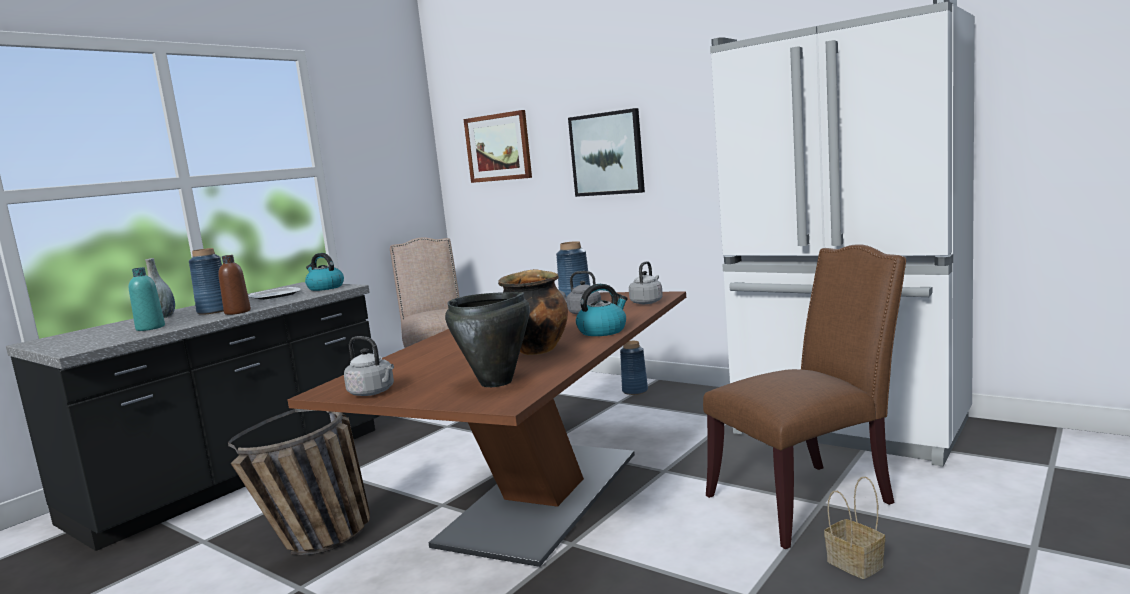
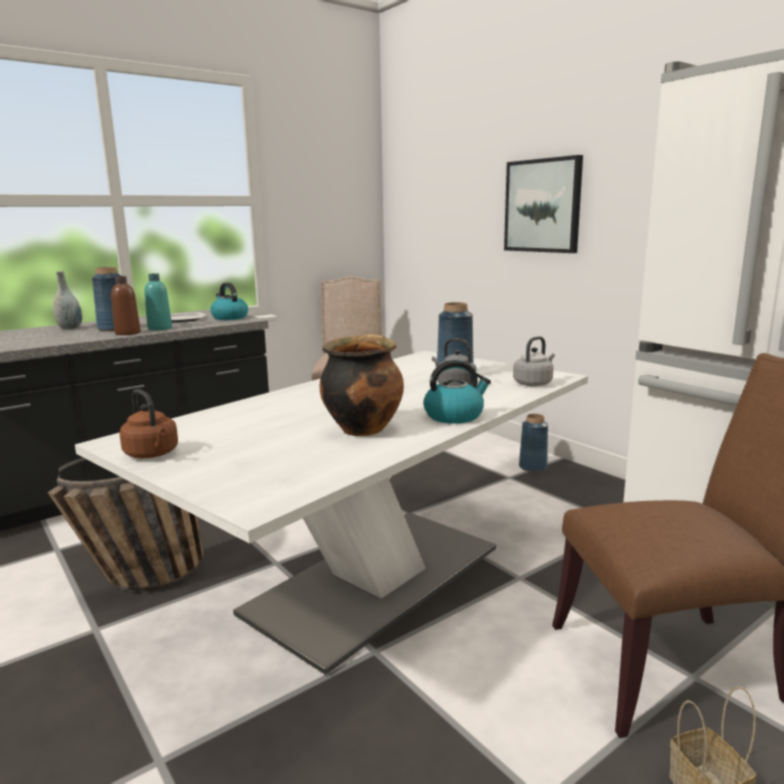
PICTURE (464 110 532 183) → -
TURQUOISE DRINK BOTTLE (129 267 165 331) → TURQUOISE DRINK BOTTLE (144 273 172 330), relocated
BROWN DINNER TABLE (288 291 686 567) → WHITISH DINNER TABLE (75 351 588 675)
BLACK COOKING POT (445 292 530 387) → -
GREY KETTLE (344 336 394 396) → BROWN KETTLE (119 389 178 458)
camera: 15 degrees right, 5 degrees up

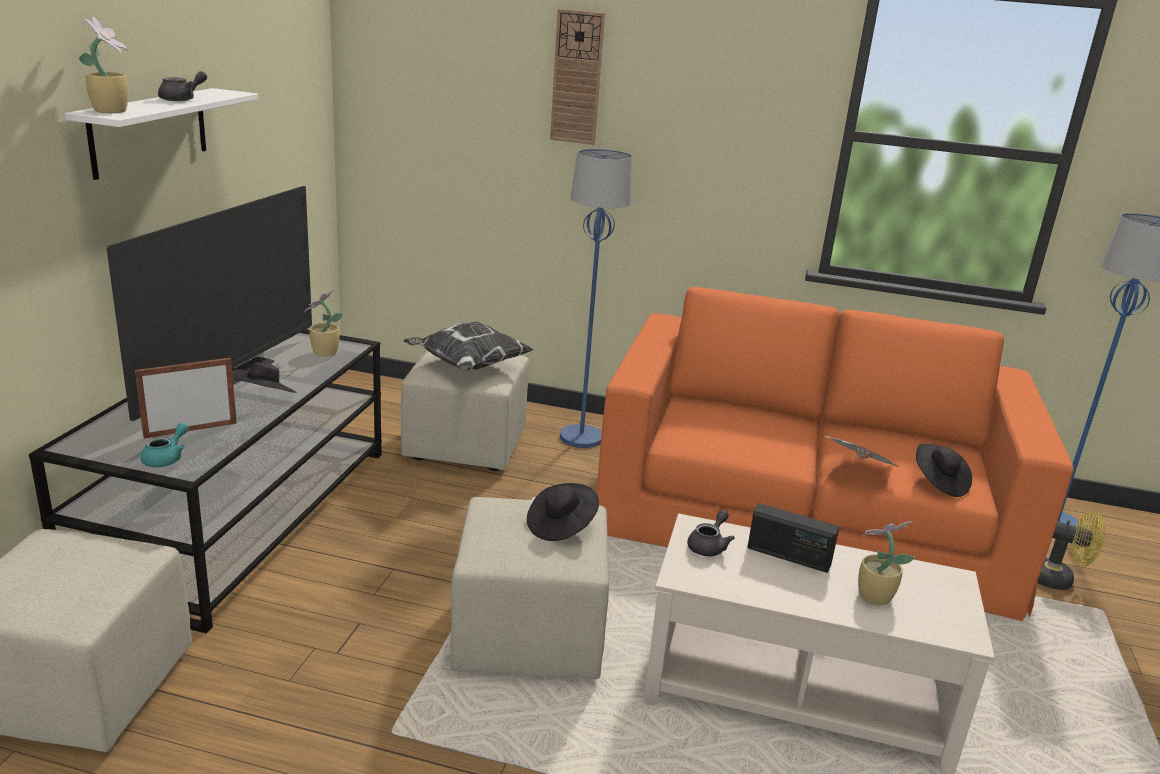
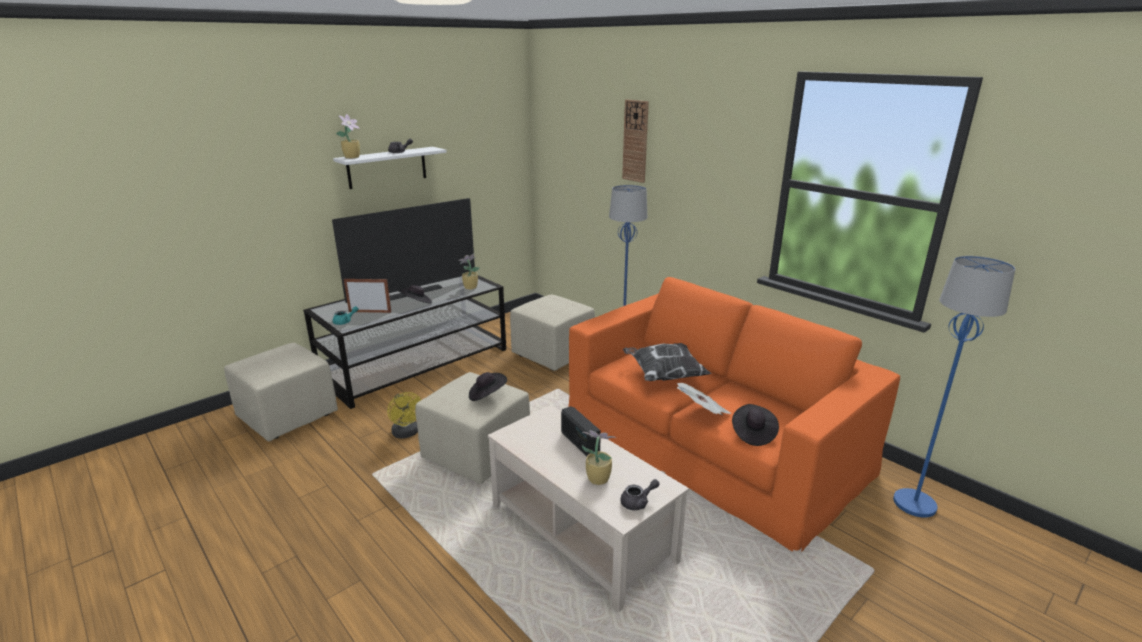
PILLOW (403 322 534 371) → PILLOW (623 343 712 381), relocated
GREY TEA POT (687 509 735 556) → GREY TEA POT (620 479 660 510), relocated
YELLOWISH FAN (1037 511 1105 590) → YELLOWISH FAN (387 392 421 439), relocated
camera: 35 degrees right, 0 degrees up

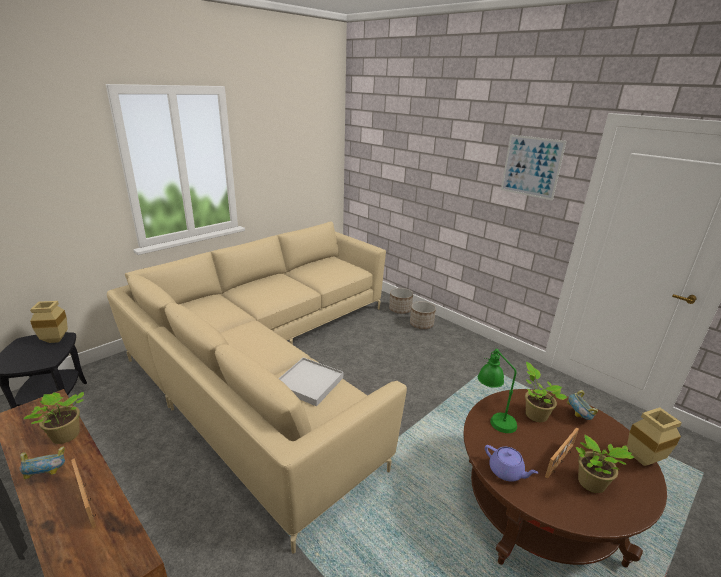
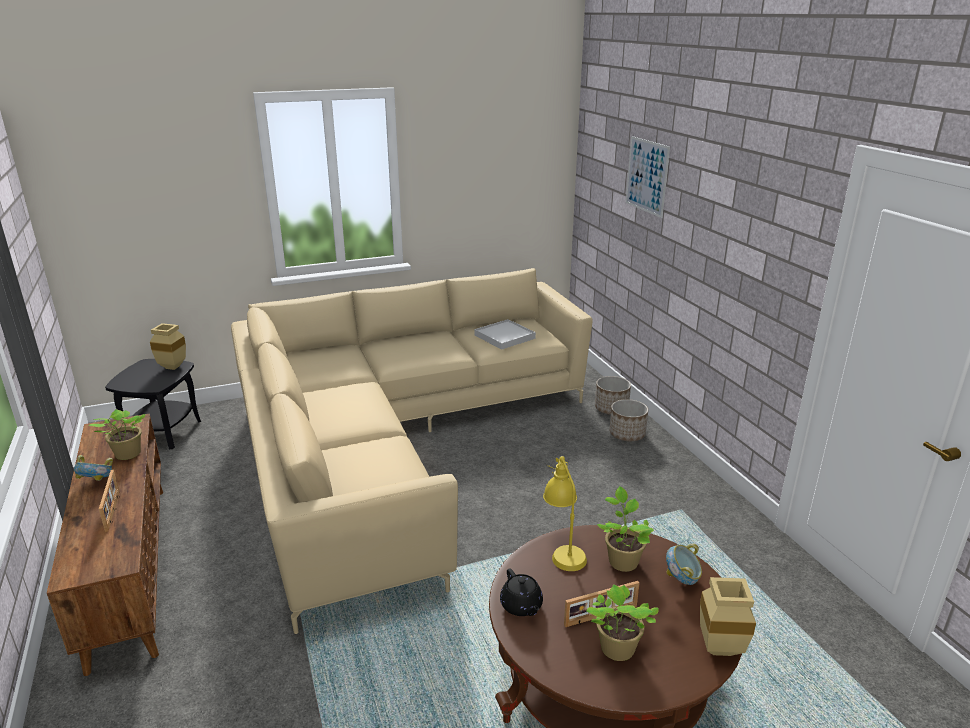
PICTURE (501 135 566 201) → PICTURE (626 136 670 218), relocated
GREEN-COLOURED LAMP FOR A TABLE (478 349 517 433) → YELLOWISH LAMP FOR A TABLE (543 456 587 571)
WHITISH SERVING TRAY (279 357 343 406) → WHITISH SERVING TRAY (475 319 536 350), relocated
PURPLISH TEA POT (485 445 538 482) → BLACK TEA POT (500 568 543 616)
camera: 25 degrees right, 0 degrees up

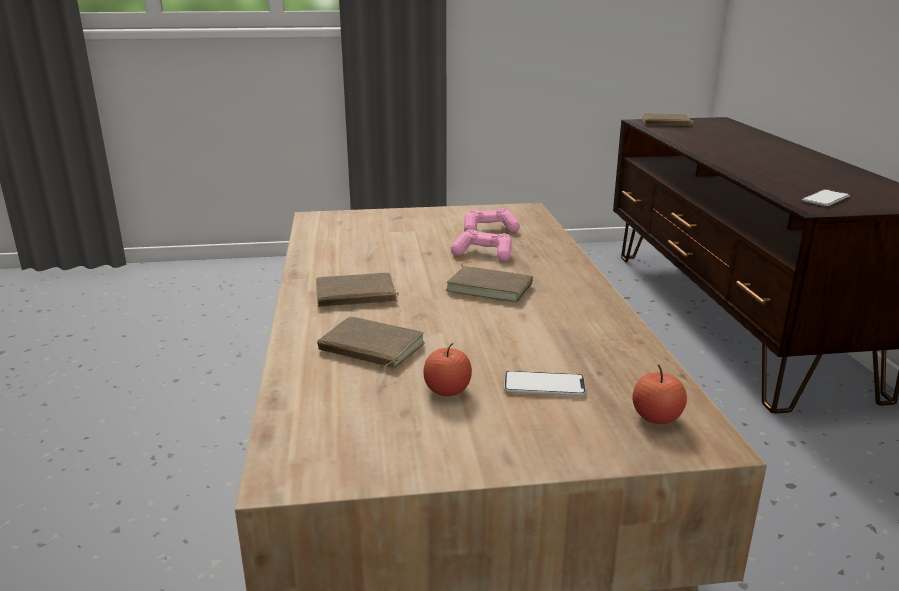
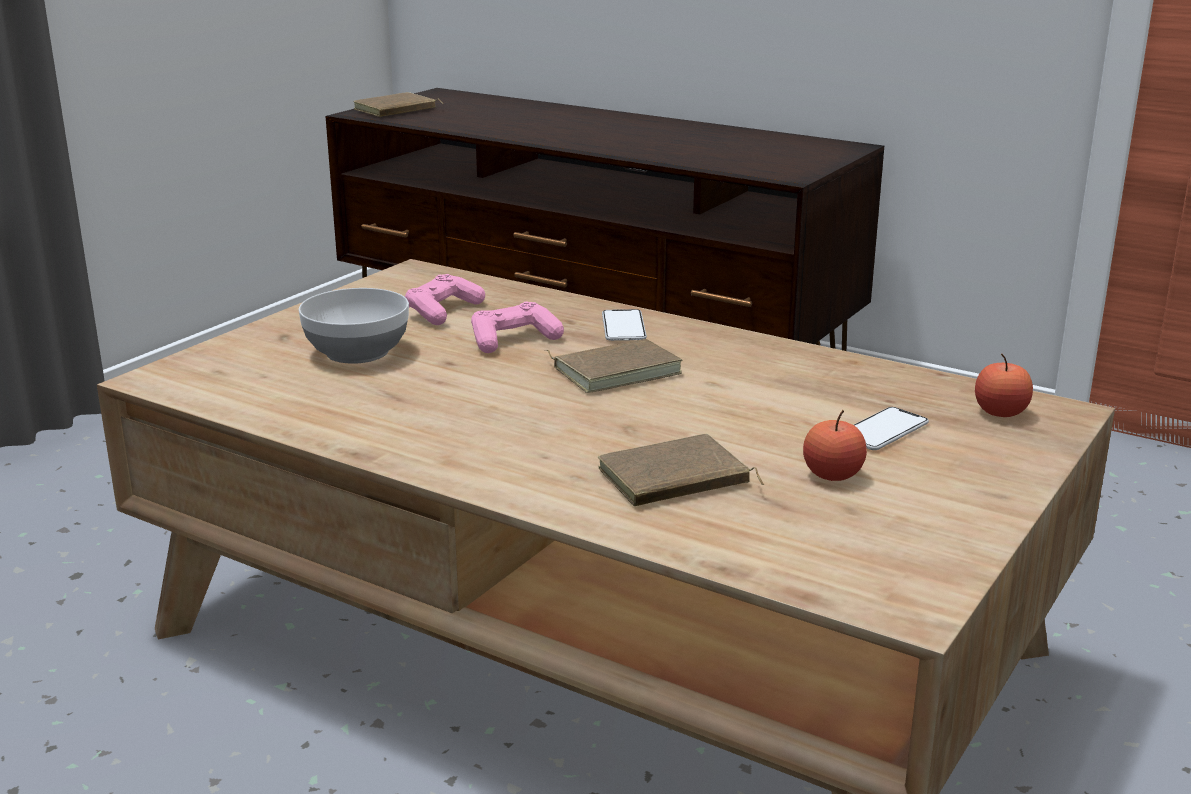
TELEPHONE (802 189 850 206) → TELEPHONE (602 309 647 341), relocated
BROWN VOLUME (316 272 400 307) → -
- → BOWL (298 288 409 364)
camera: 50 degrees left, 0 degrees up

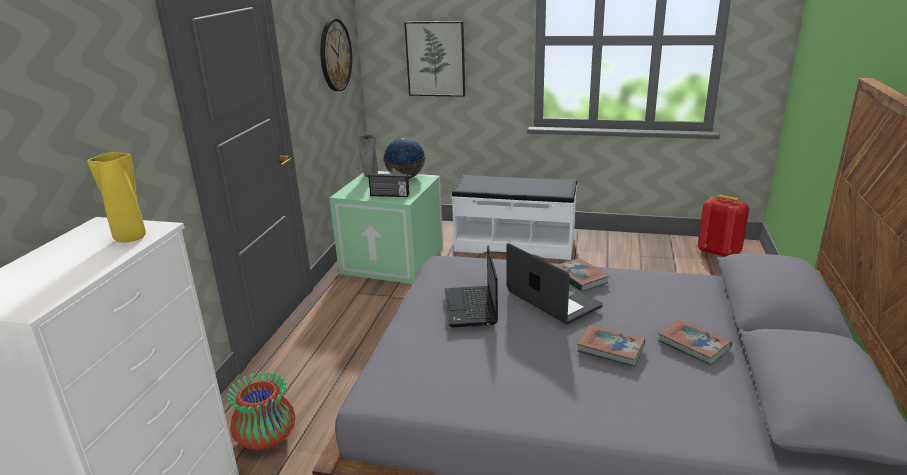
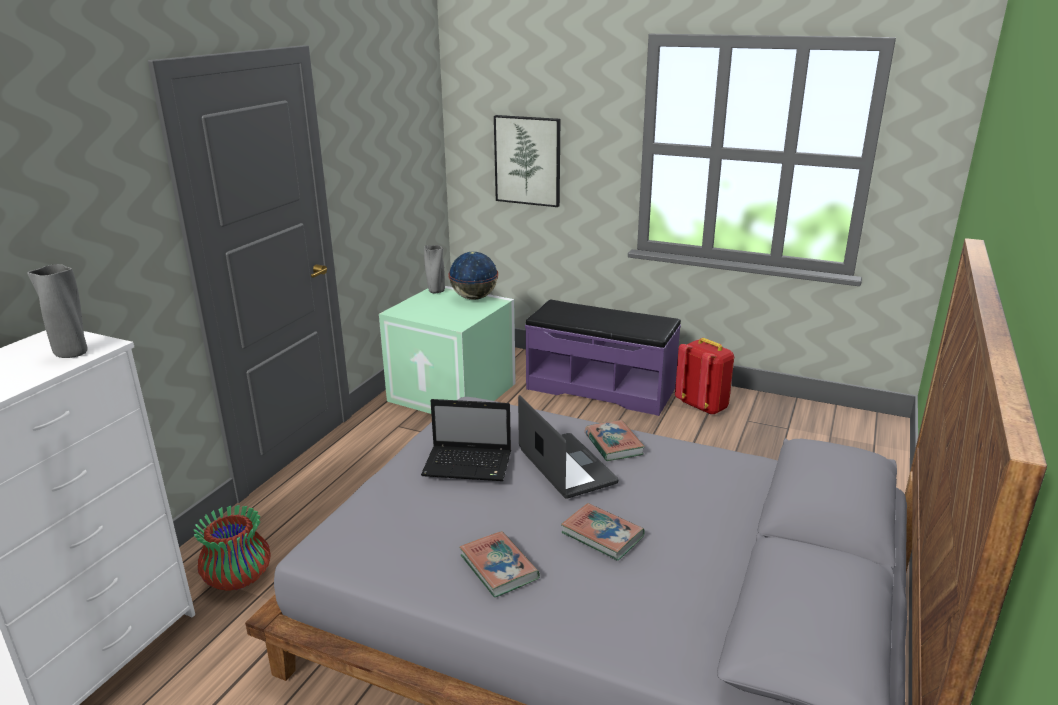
HANGING CLOCK (320 19 352 91) → -
YELLOWISH VASE (87 152 146 243) → GREY VASE (27 264 88 358)
RADIO RECEIVER (368 173 409 197) → -
WHITISH BENCH (452 175 577 260) → PURPLISH BENCH (525 299 681 416)
RED-COLOURED KNAPSACK (698 195 749 257) → RED-COLOURED KNAPSACK (675 338 734 415), relocated
LAPTOP (445 246 498 327) → LAPTOP (421 399 511 481), 90 degrees counterclockwise
VOLUME (658 319 732 365) → VOLUME (459 531 540 598), relocated
camera: 10 degrees right, 0 degrees up

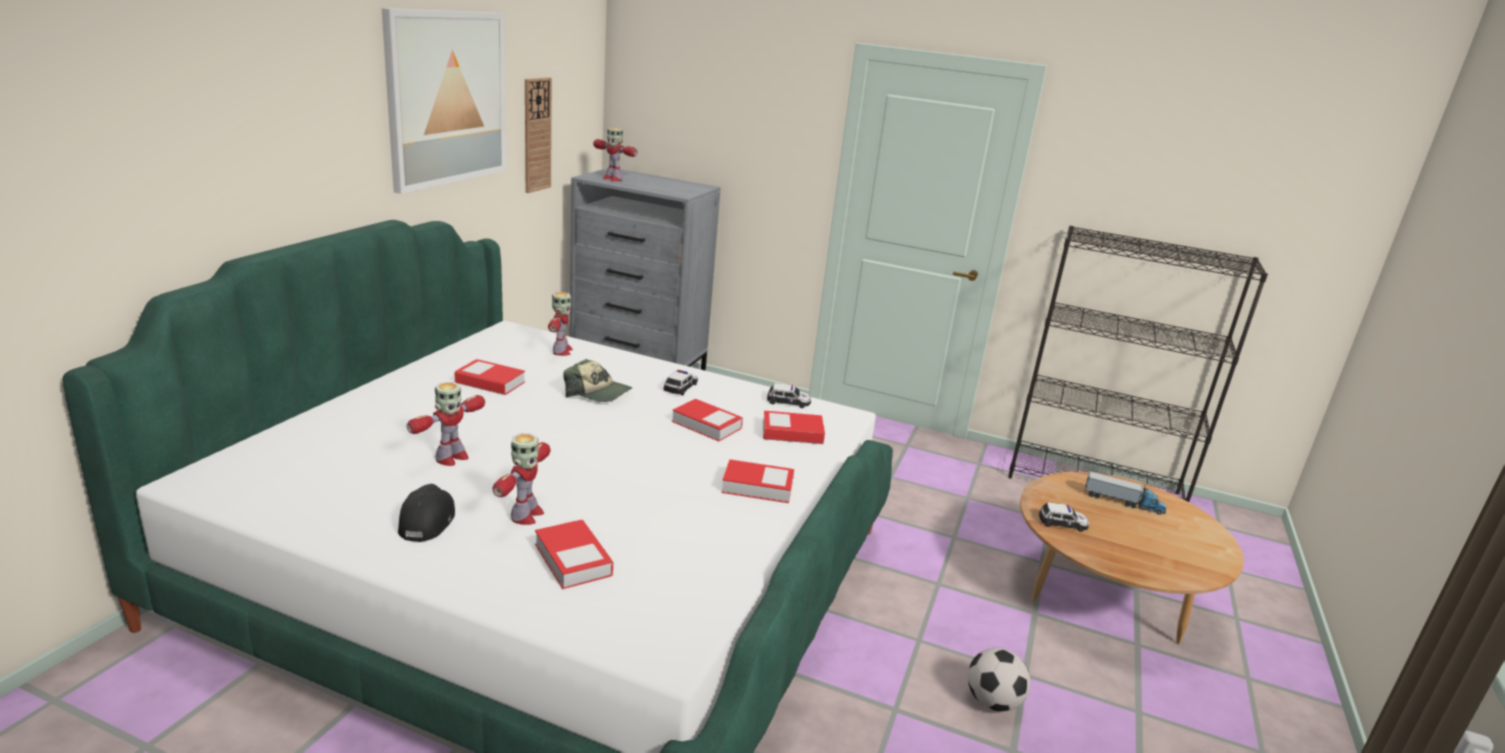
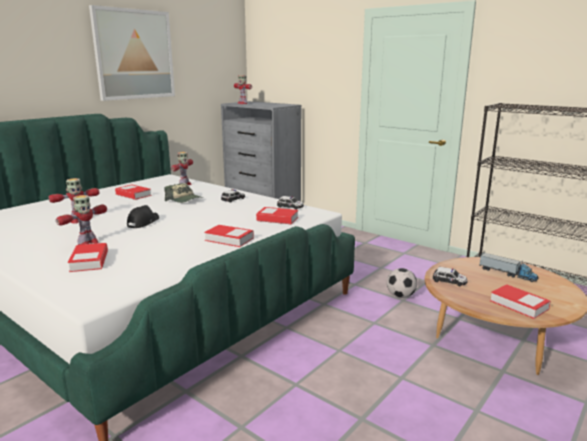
HANGING CLOCK (525 77 552 193) → -
VOLUME (672 399 743 441) → VOLUME (490 284 551 319), relocated
BLACK CAP (398 484 455 542) → BLACK CAP (127 205 159 228), relocated
BALL FOR FOOTBALL (968 648 1030 711) → BALL FOR FOOTBALL (387 268 417 298), relocated
camera: 20 degrees right, 5 degrees down

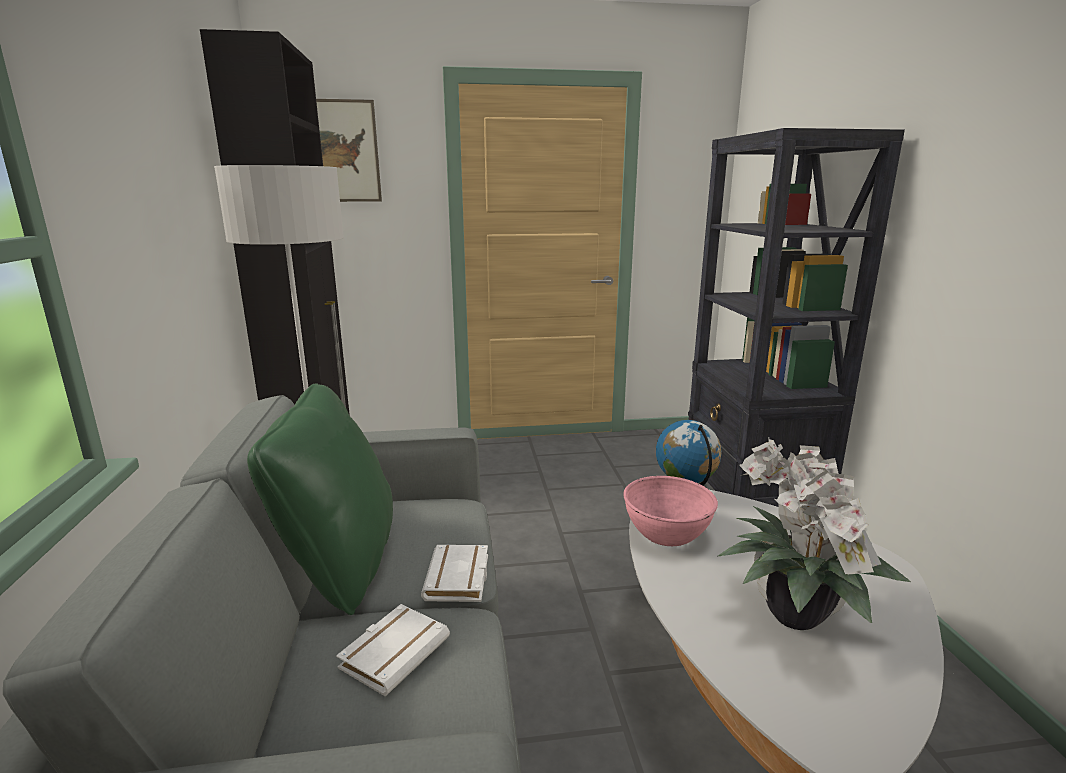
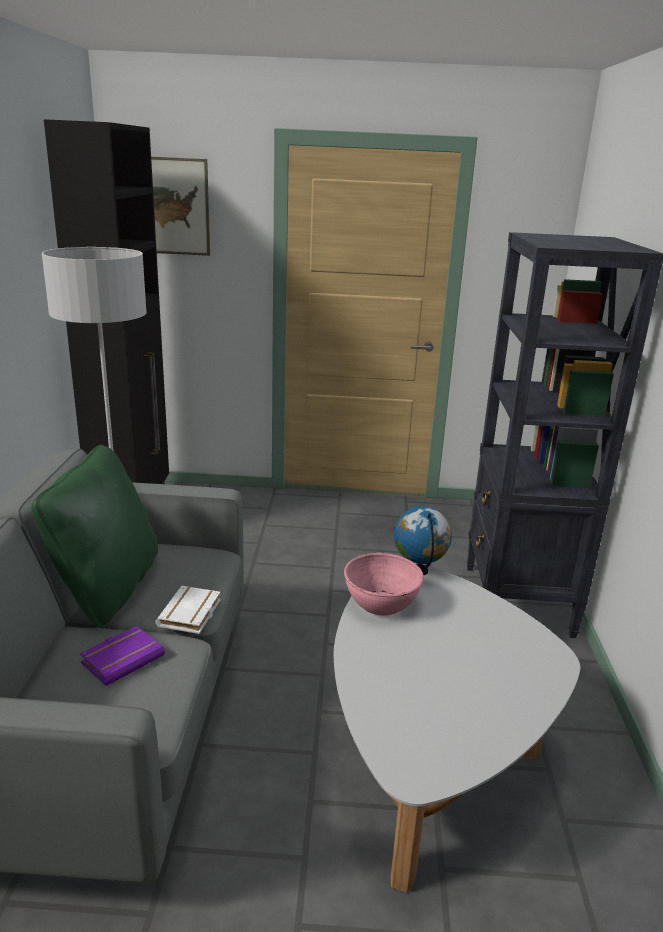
POTTED PLANT (718 438 911 630) → -
WHITISH VOLUME (336 604 450 697) → PURPLISH VOLUME (80 626 165 686)
camera: 10 degrees right, 5 degrees up

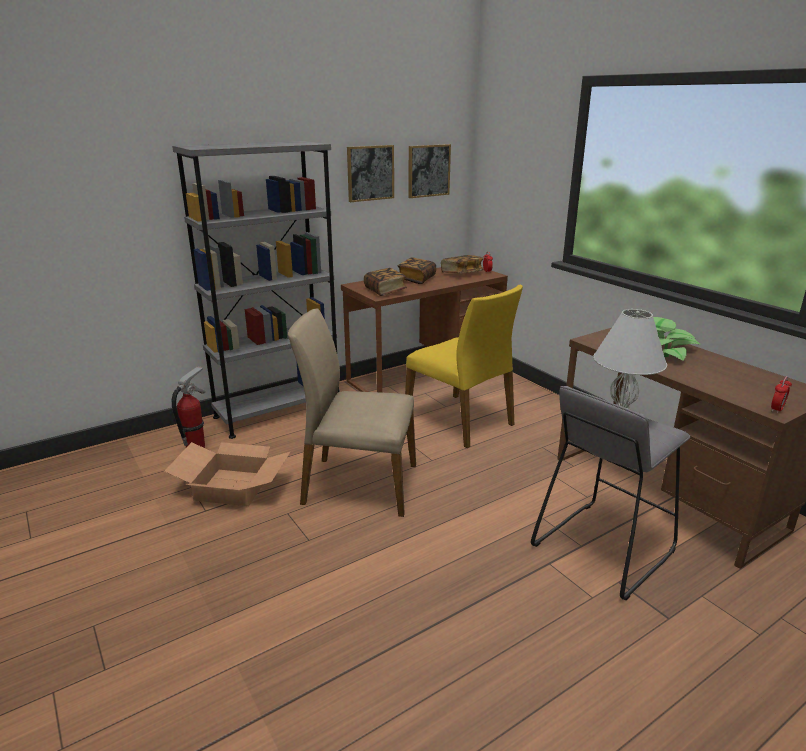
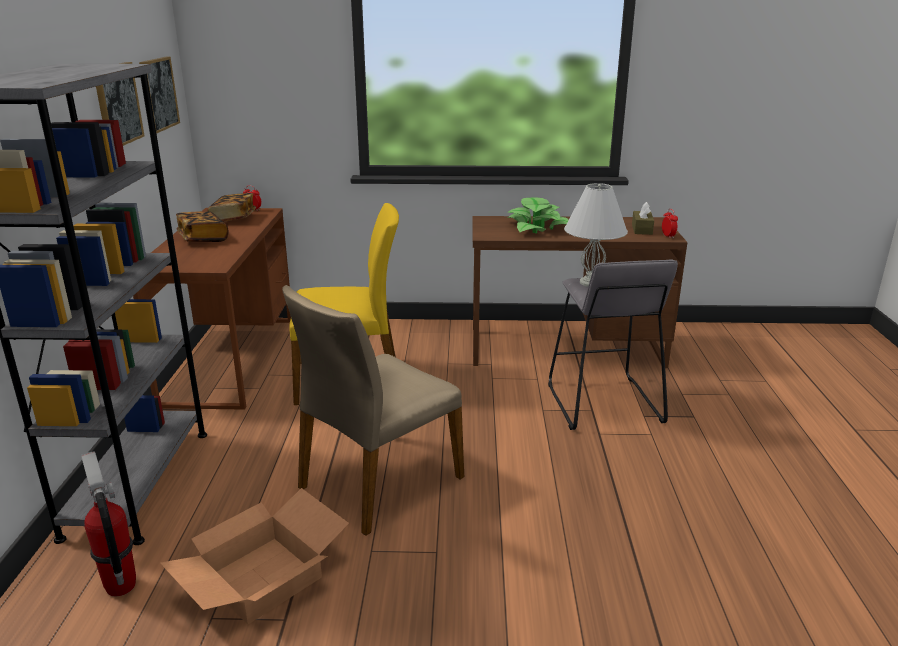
VOLUME (364 268 407 296) → -
- → BROWN TISSUE BOX (632 202 654 235)
camera: 55 degrees left, 0 degrees up

